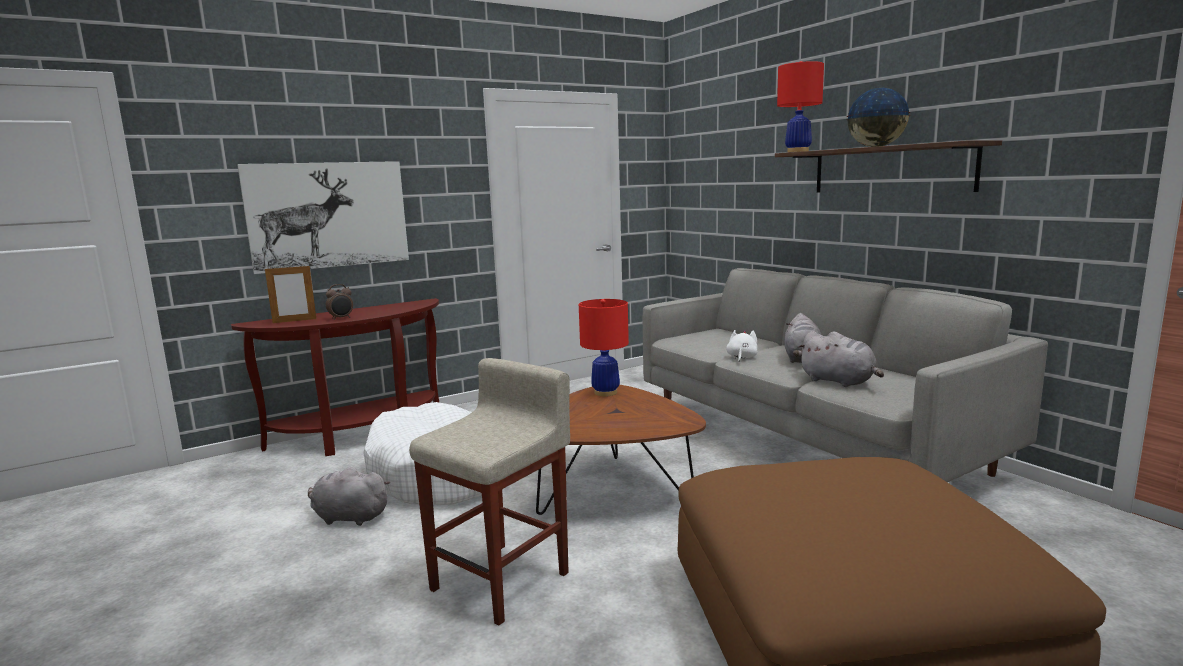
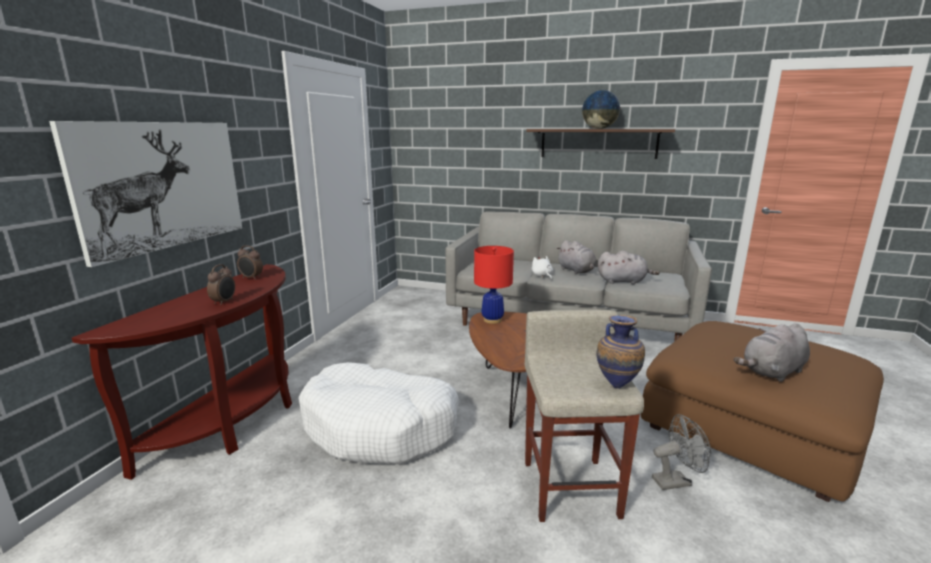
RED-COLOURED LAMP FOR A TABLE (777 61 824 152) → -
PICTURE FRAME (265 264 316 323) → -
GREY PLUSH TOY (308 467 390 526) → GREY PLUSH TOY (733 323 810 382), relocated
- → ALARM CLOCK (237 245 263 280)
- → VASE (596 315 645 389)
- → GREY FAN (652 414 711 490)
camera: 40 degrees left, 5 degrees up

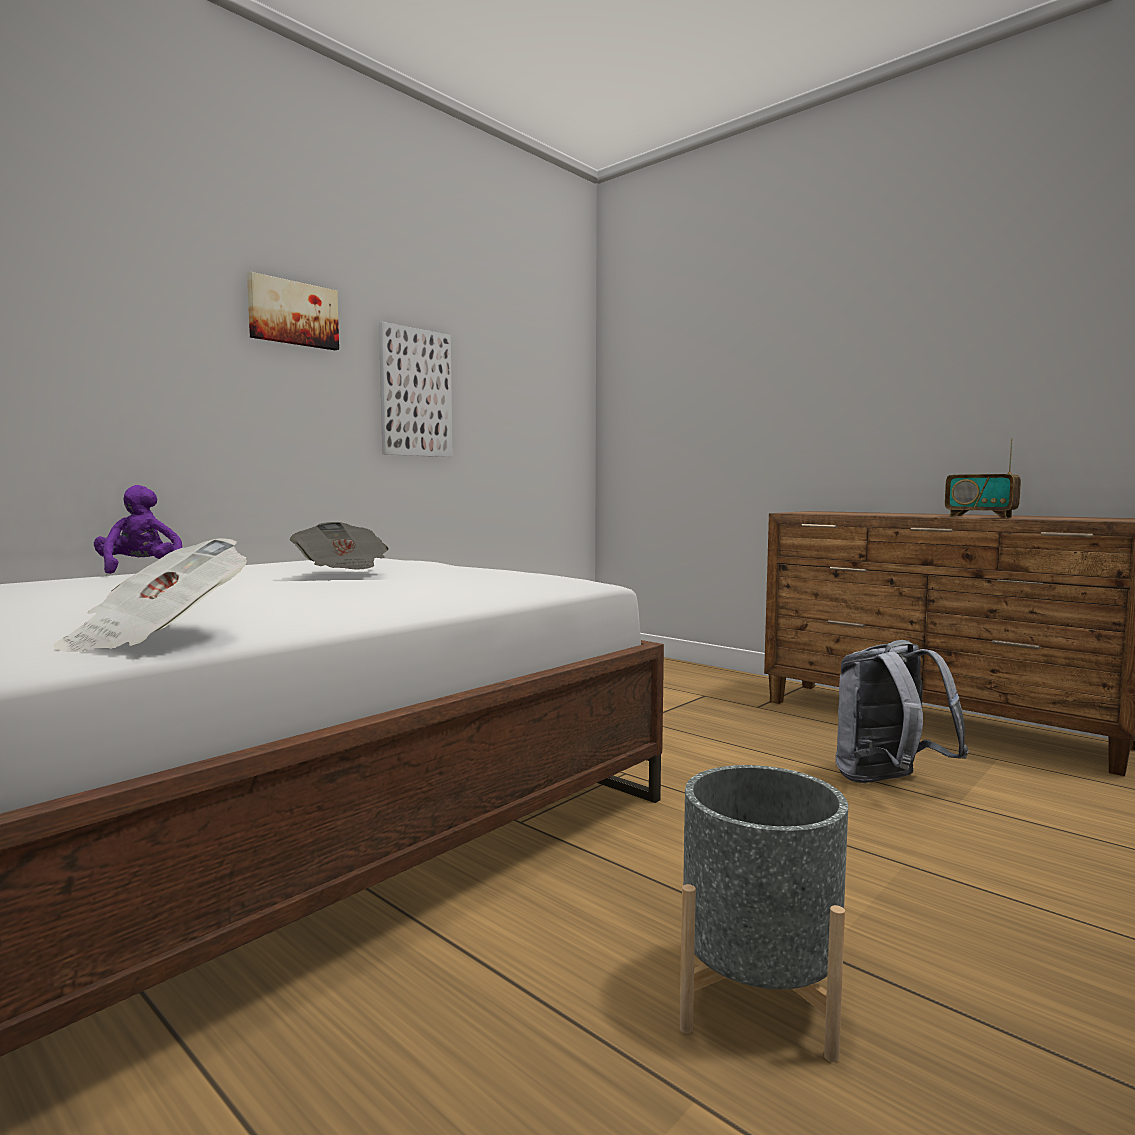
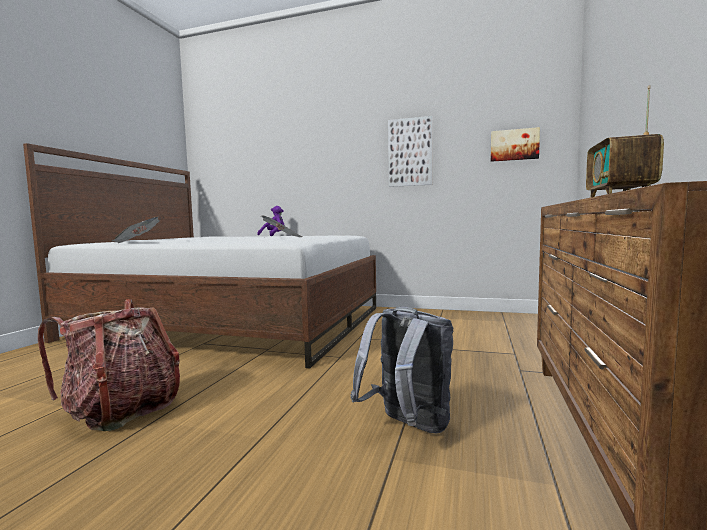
PICTURE (247 272 339 350) → PICTURE (491 127 540 162), relocated
GREY PLANT POT (680 765 848 1062) → KNAPSACK (38 299 180 431)
camera: 65 degrees right, 0 degrees up

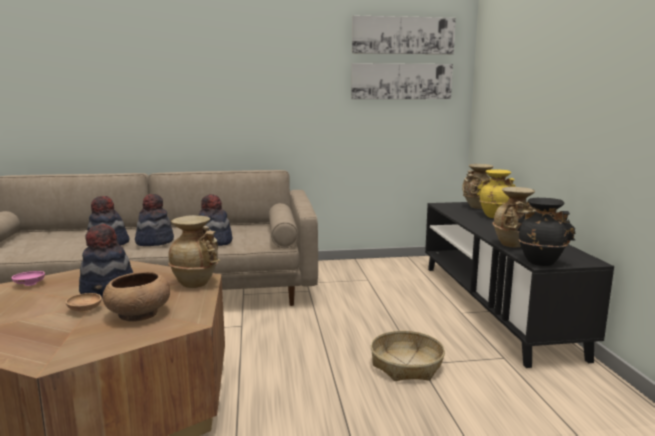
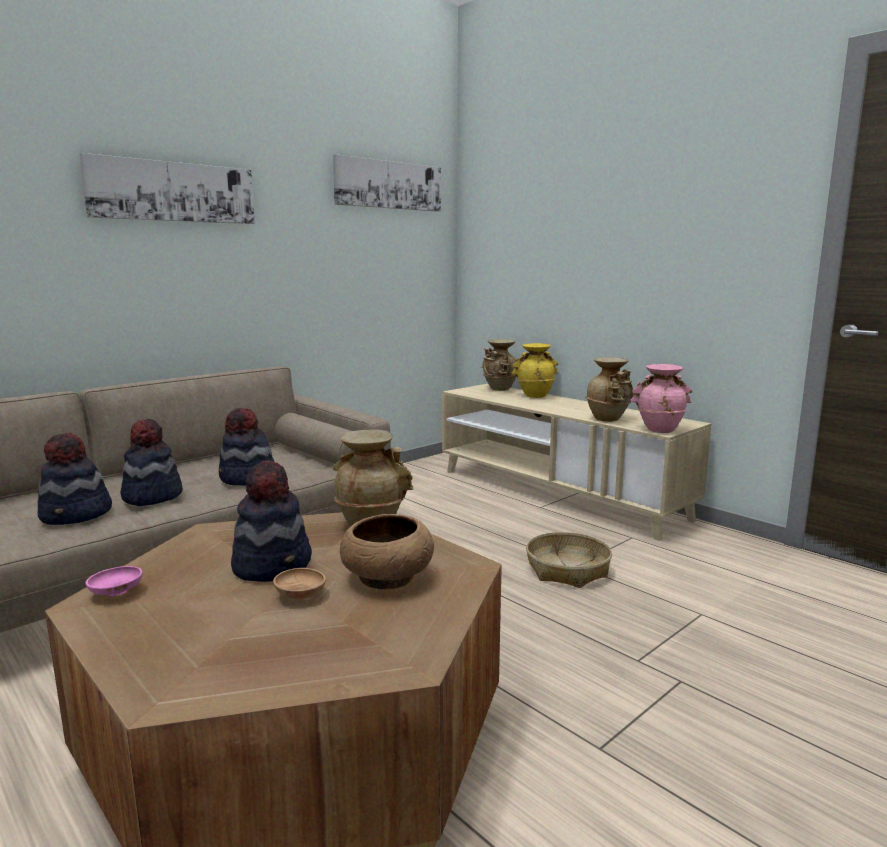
PICTURE (351 63 453 99) → PICTURE (79 153 255 224), relocated
BLACK VASE (518 198 575 266) → PINKISH VASE (631 364 692 433)
BLACK TV UNIT (425 202 614 368) → BEIGE-COLOURED TV UNIT (442 384 711 541)
camera: 35 degrees left, 0 degrees up

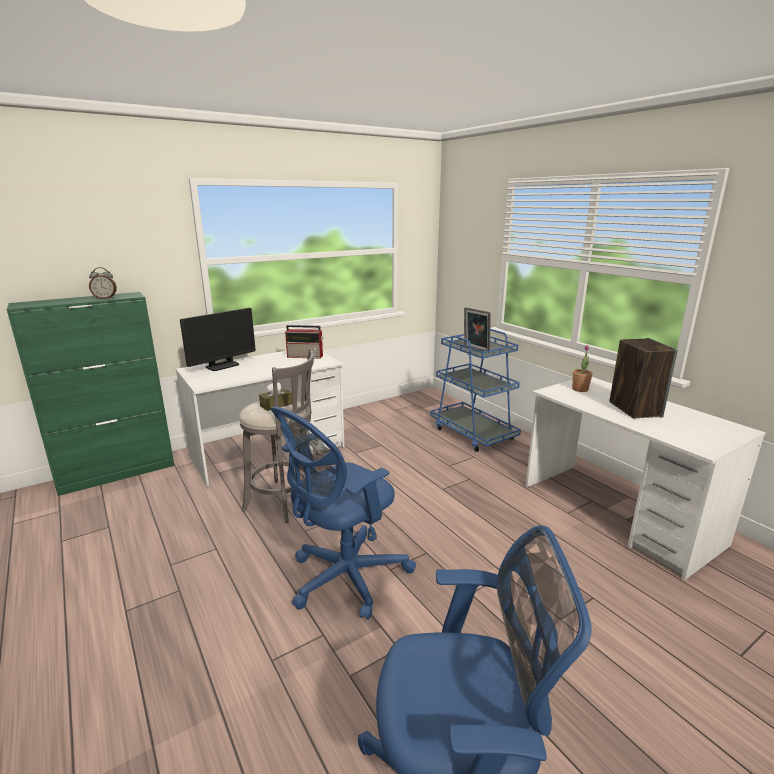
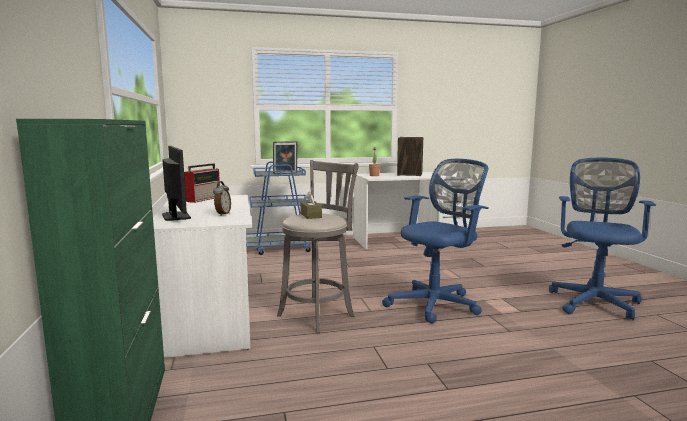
ALARM CLOCK (89 267 117 299) → ALARM CLOCK (213 181 231 216), relocated
BLUISH DESK CHAIR (270 406 416 620) → BLUISH DESK CHAIR (382 159 489 324), 105 degrees counterclockwise
camera: 70 degrees left, 10 degrees down

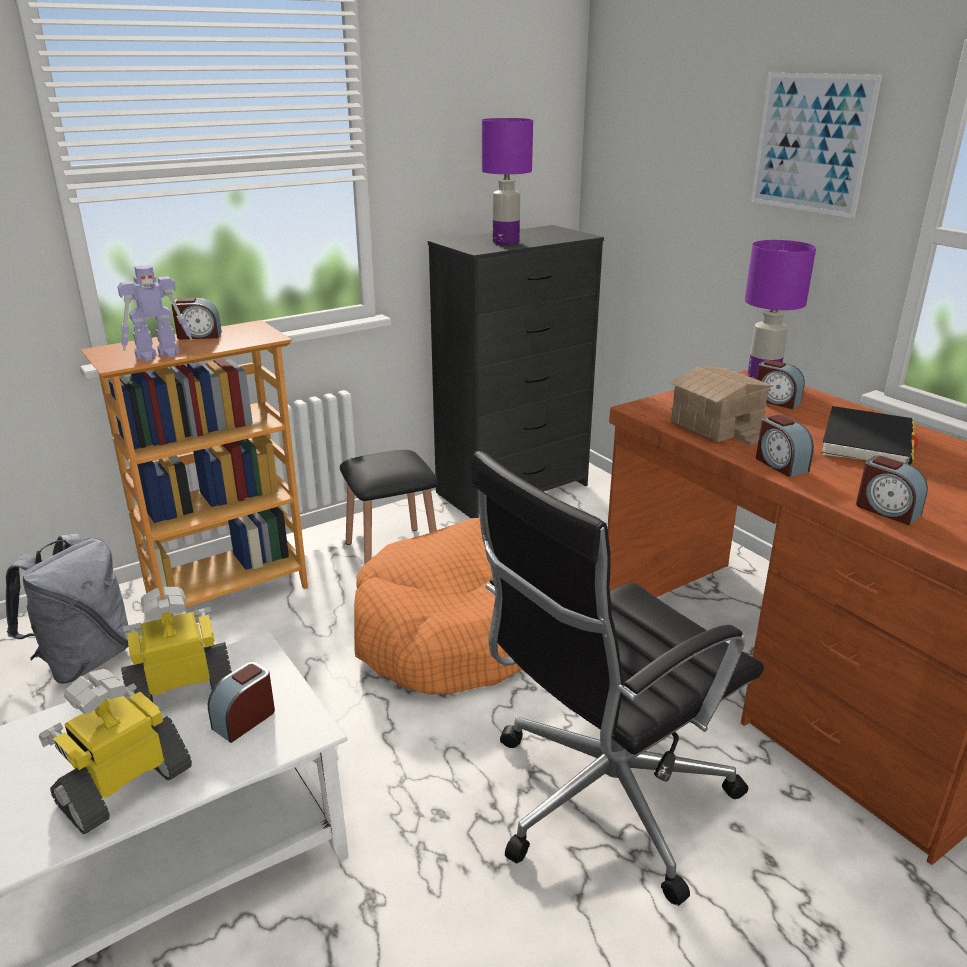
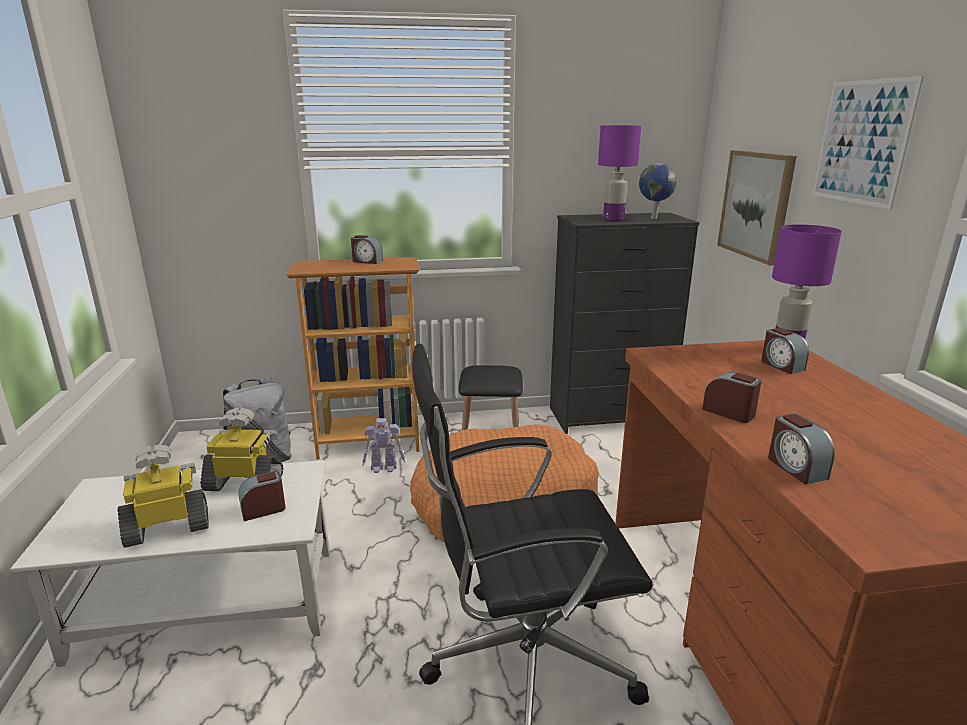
ROBOT FIGURE (117 265 193 361) → ROBOT FIGURE (362 418 405 473), relocated
MODEL HOUSE (670 366 774 446) → -
BLACK VOLUME (822 406 918 465) → -
ALARM CLOCK (756 415 814 477) → ALARM CLOCK (702 372 762 423), 135 degrees clockwise
- → PICTURE (717 150 796 266)
- → WORLD GLOBE (639 163 677 219)
camera: 25 degrees right, 5 degrees down

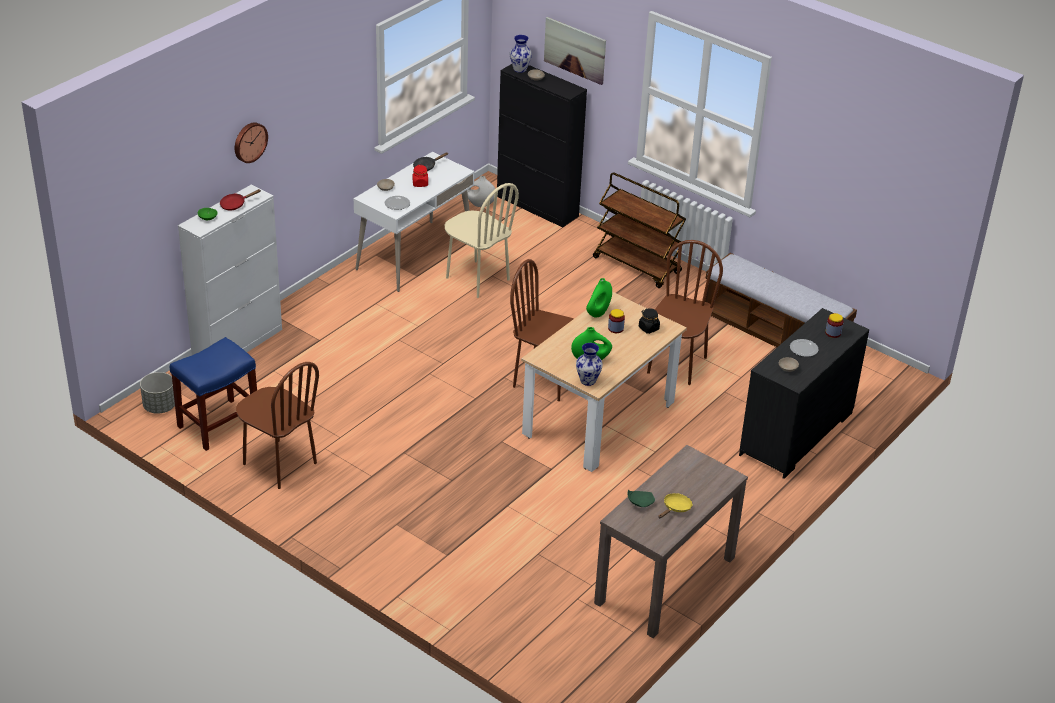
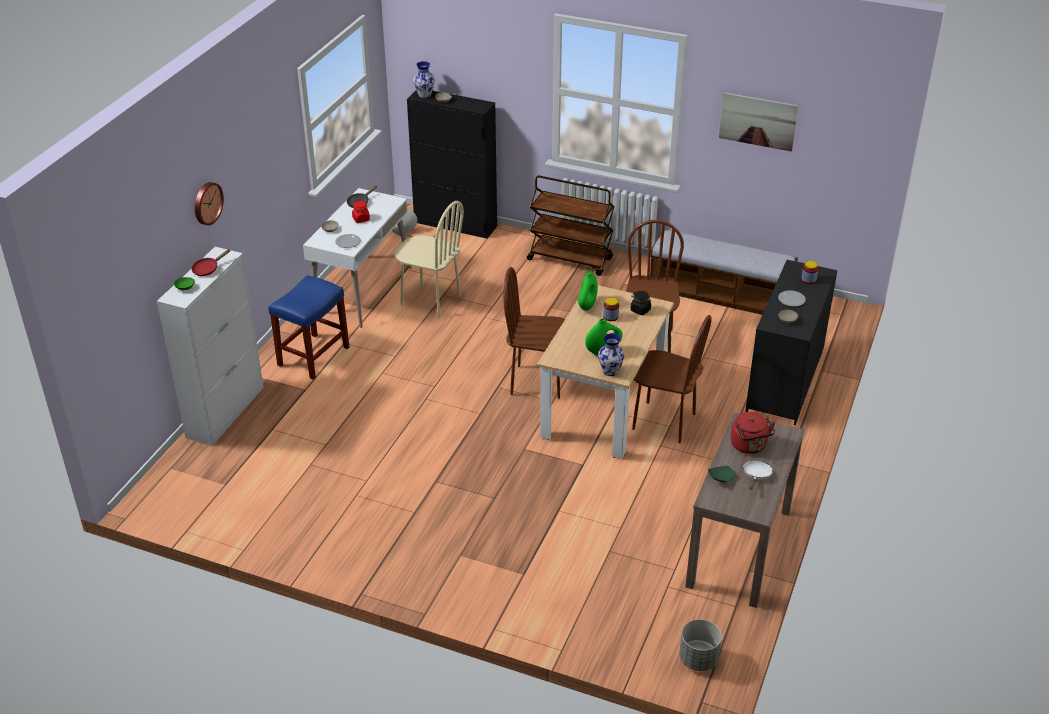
PICTURE (544 17 606 85) → PICTURE (719 92 798 152), relocated
BLUISH SITTING STOOL (170 337 257 451) → BLUISH SITTING STOOL (268 275 349 380), relocated
BROWN UPRIGHT CHAIR (236 362 319 489) → BROWN UPRIGHT CHAIR (632 315 712 444), relocated
GREY PLANT POT (140 372 175 414) → GREY PLANT POT (679 619 722 671), relocated
YELLOWISH SKILLET (658 493 693 518) → WHITISH SKILLET (743 461 773 489)
- → RED-COLOURED KETTLE (730 412 775 454)
camera: 15 degrees left, 0 degrees up

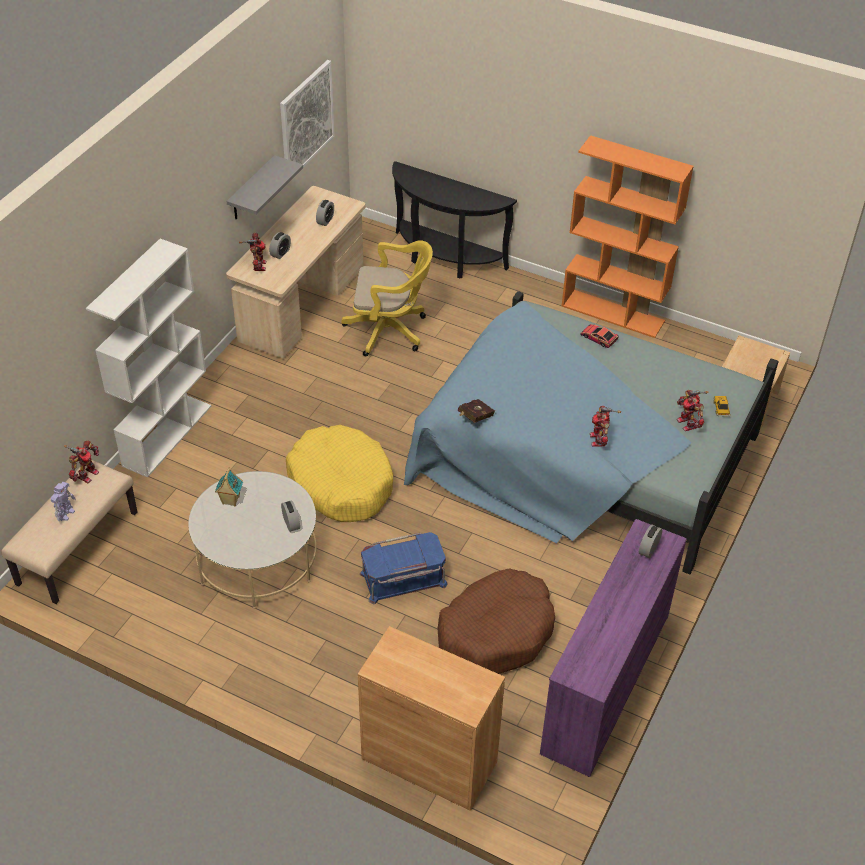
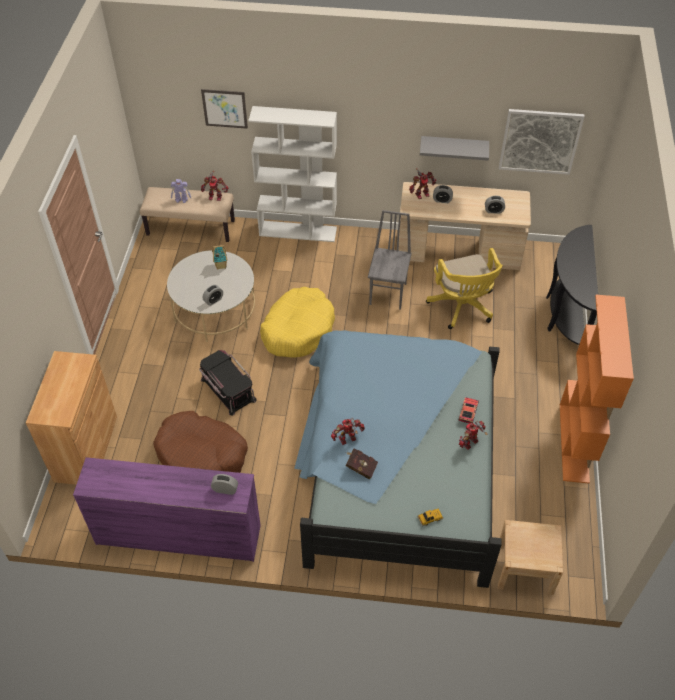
ROBOT FIGURE (677 390 709 431) → ROBOT FIGURE (459 421 488 450), relocated
RED-COLOURED VOLUME (458 399 495 423) → RED-COLOURED VOLUME (345 448 378 480), relocated
BLUISH STORAGE BOX (360 532 448 604) → BLACK STORAGE BOX (199 350 257 415)
- → PICTURE (201 89 248 129)
- → GREY UPRIGHT CHAIR (368 210 412 310)
camera: 70 degrees right, 5 degrees up

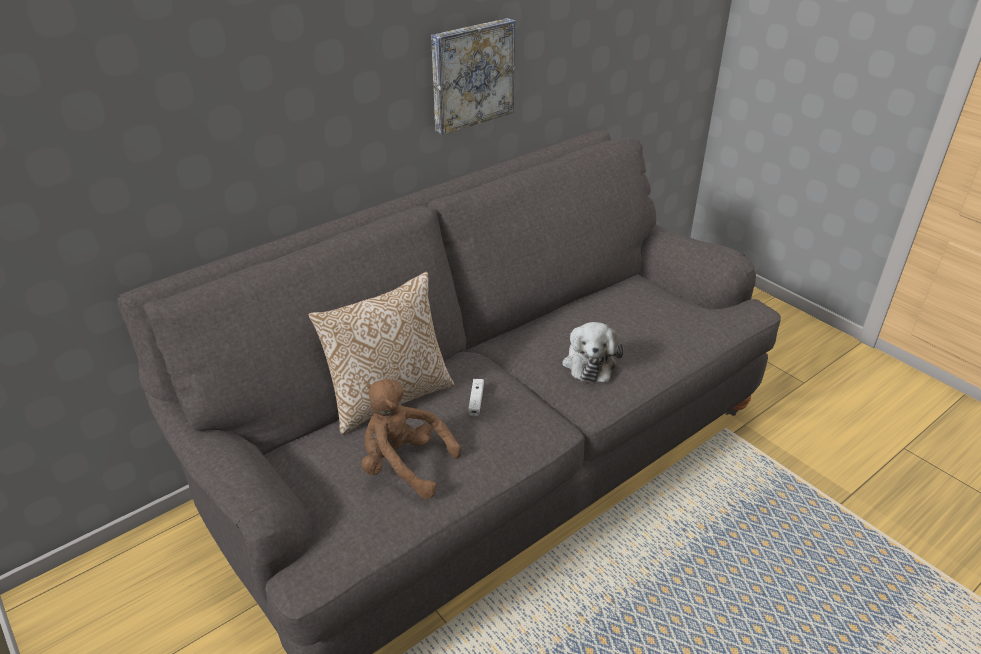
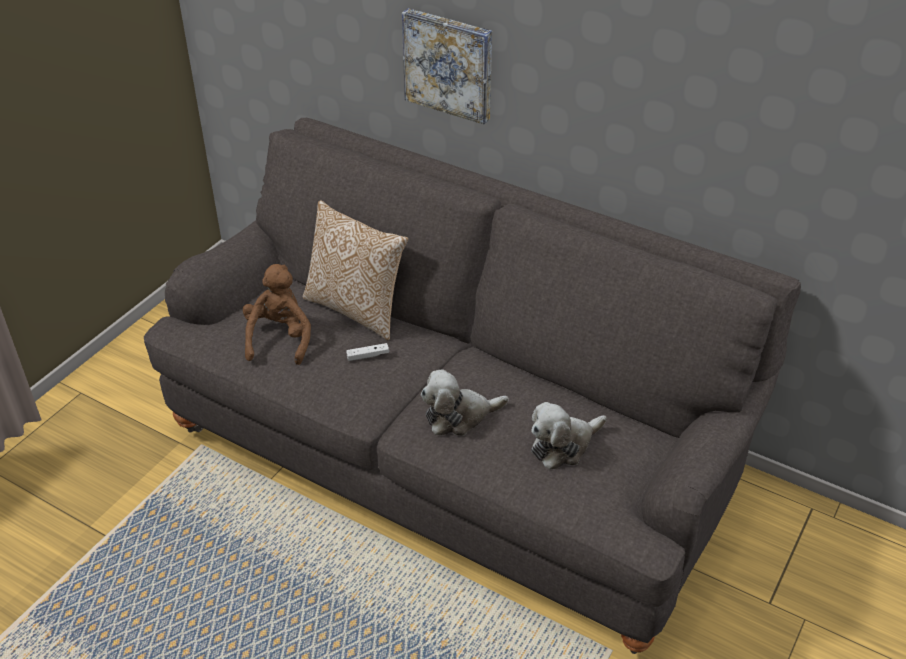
PICTURE (431 18 515 135) → PICTURE (402 8 492 124), relocated
- → PLUSH TOY (531 402 607 470)
camera: 70 degrees right, 5 degrees up

